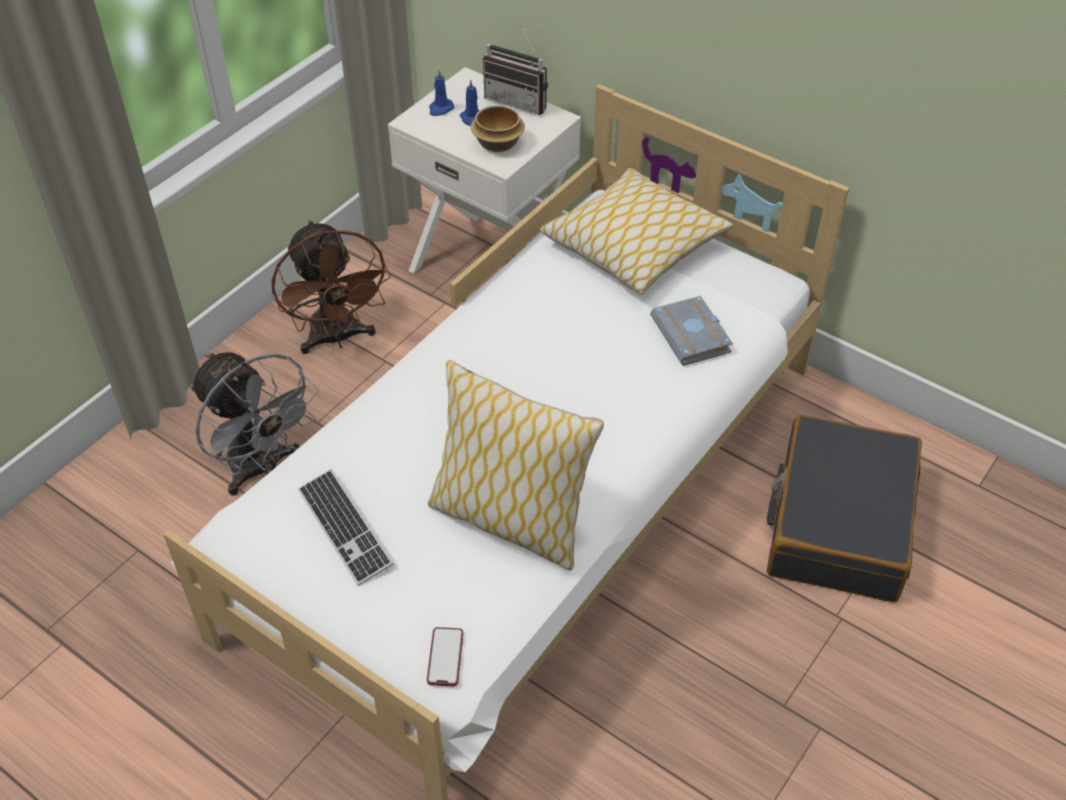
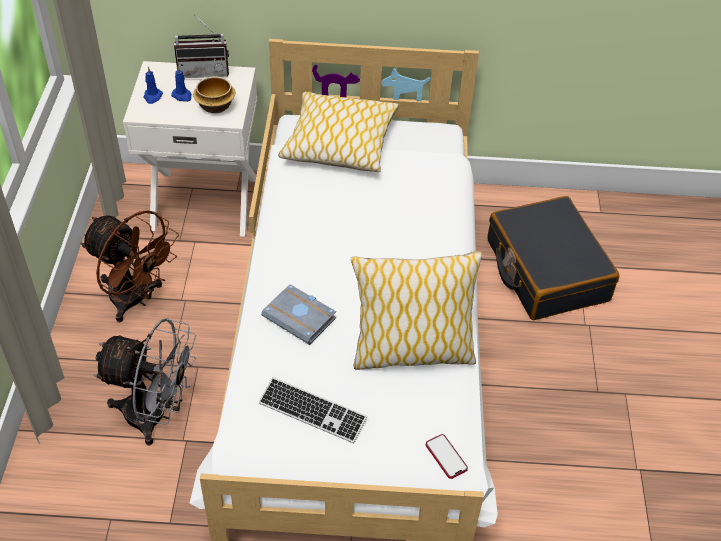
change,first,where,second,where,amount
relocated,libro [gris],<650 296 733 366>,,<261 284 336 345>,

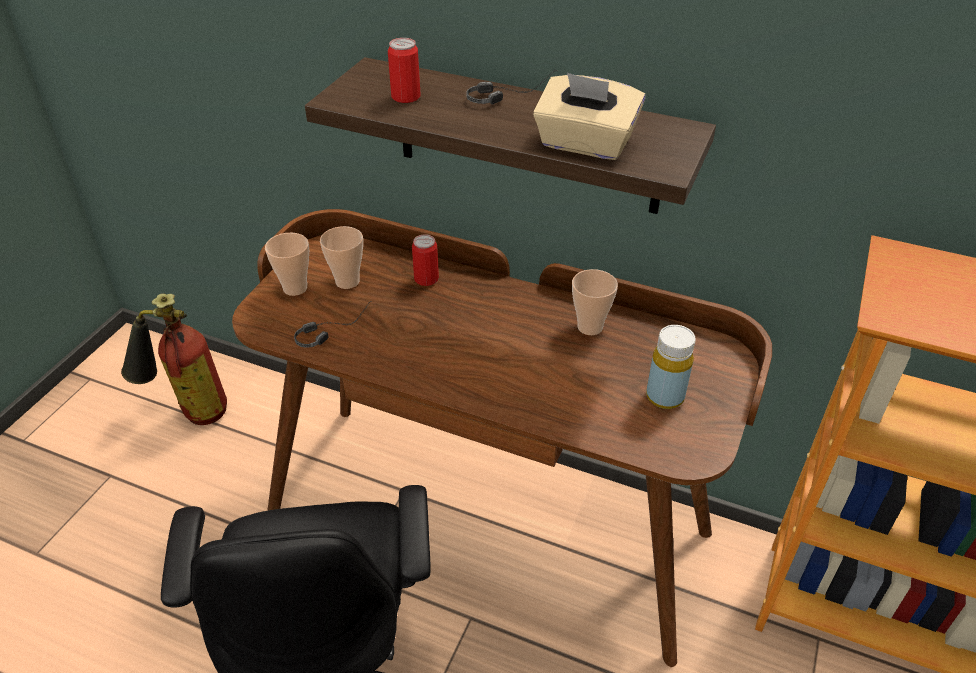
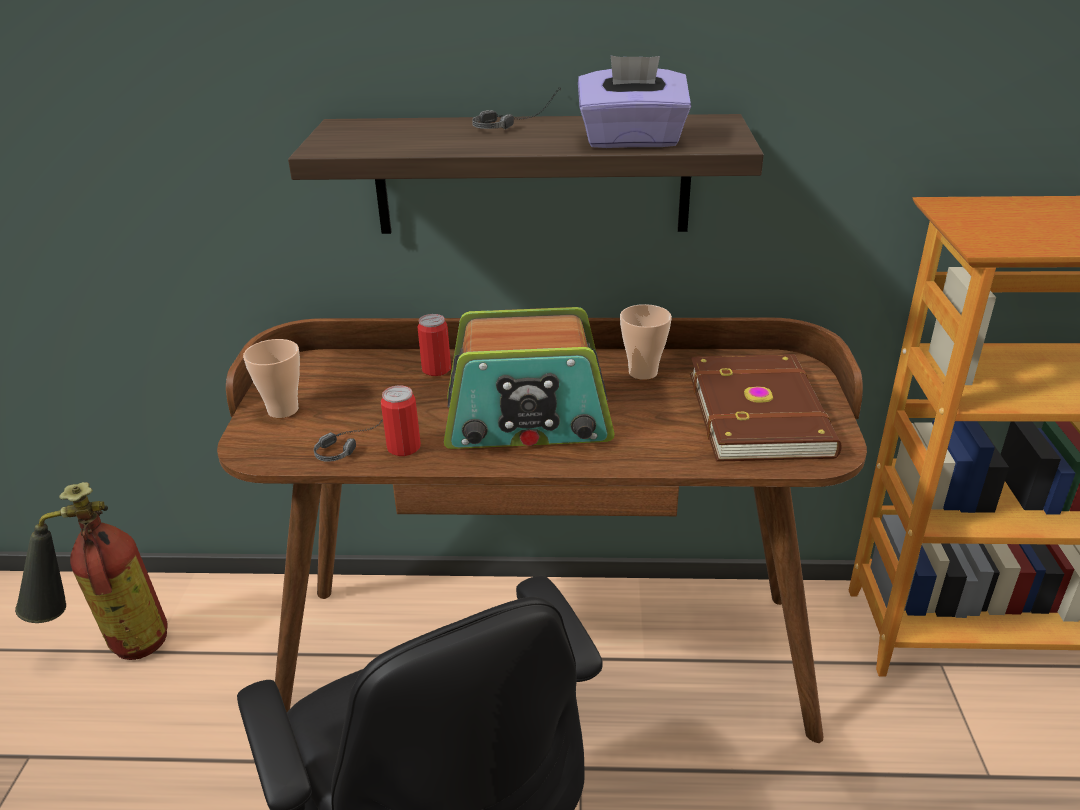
change,first,where,second,where,amount
missing,taza,<320 226 363 289>,,,
relocated,lata,<388 38 421 103>,,<381 385 421 456>,
colour,caja de pañuelos [beis],<533 73 645 160>,caja de pañuelos [morado],<578 56 691 148>,
exchanged,botella [amarillo],<646 325 696 409>,libro [marrón],<690 354 842 462>,
appeared,,,radio,<444 307 615 449>,

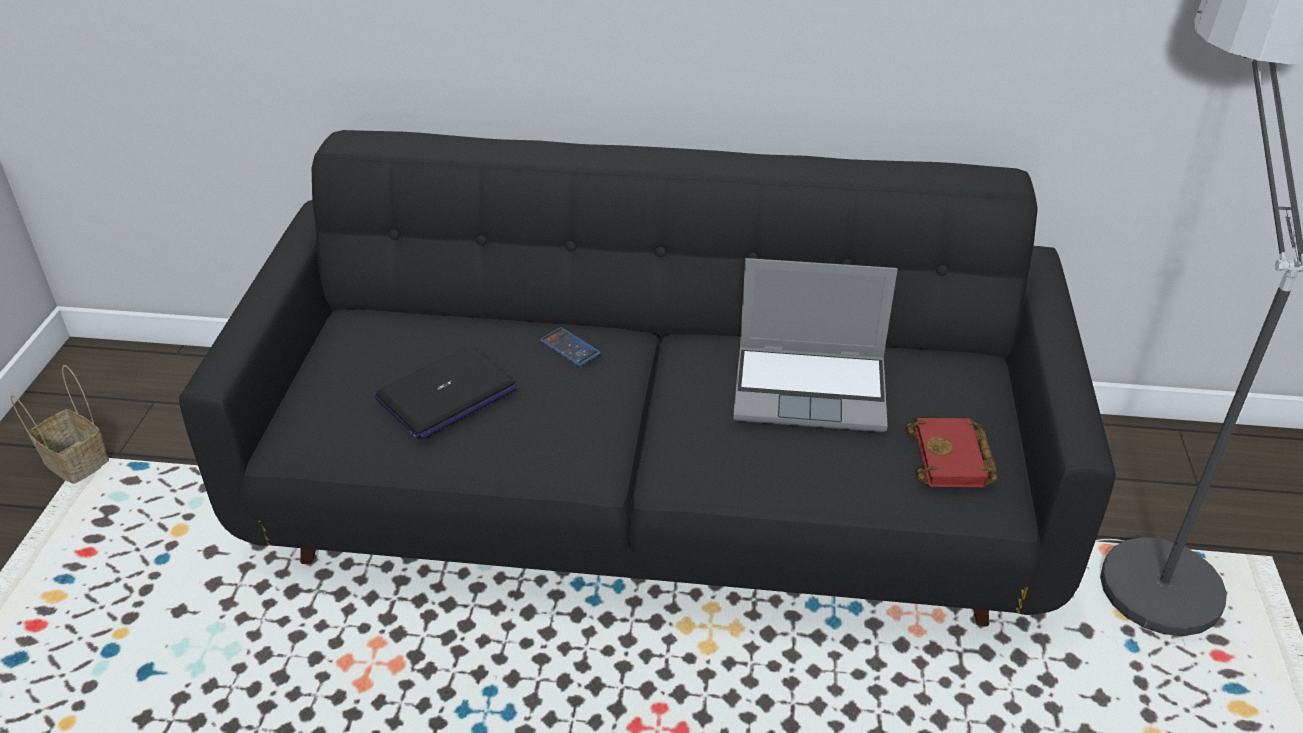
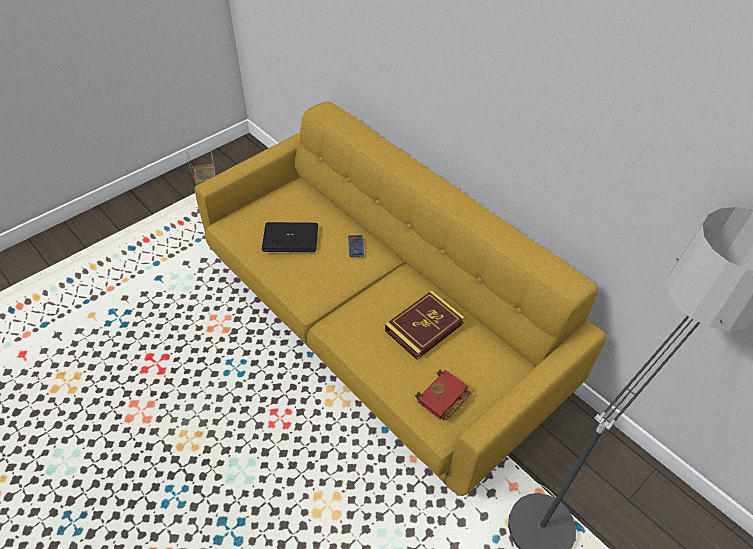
change,first,where,second,where,amount
colour,sofá [negro],<179 130 1116 627>,sofá [amarillo],<195 101 606 496>,
exchanged,portátil,<733 258 898 432>,libro,<385 291 465 360>,

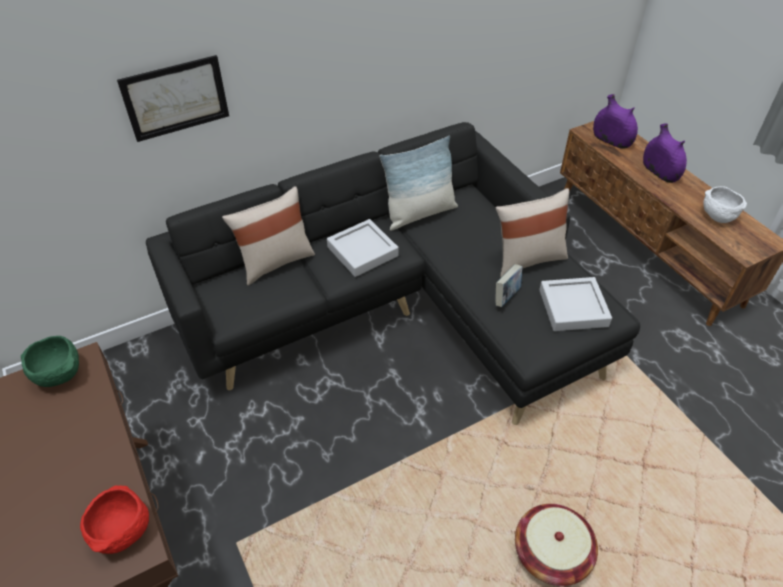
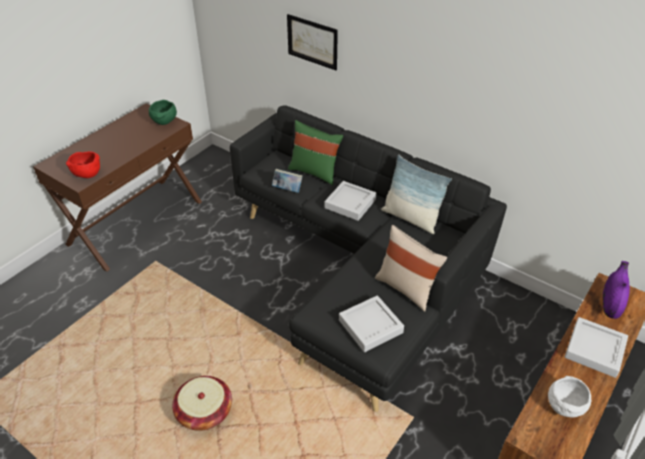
change,first,where,second,where,amount
colour,cojín [beis],<222 186 315 286>,cojín [verde],<288 120 343 185>,
relocated,libro,<495 264 523 307>,,<272 169 303 193>,
exchanged,florero [morado],<643 124 687 183>,bandeja [gris],<565 317 628 378>,

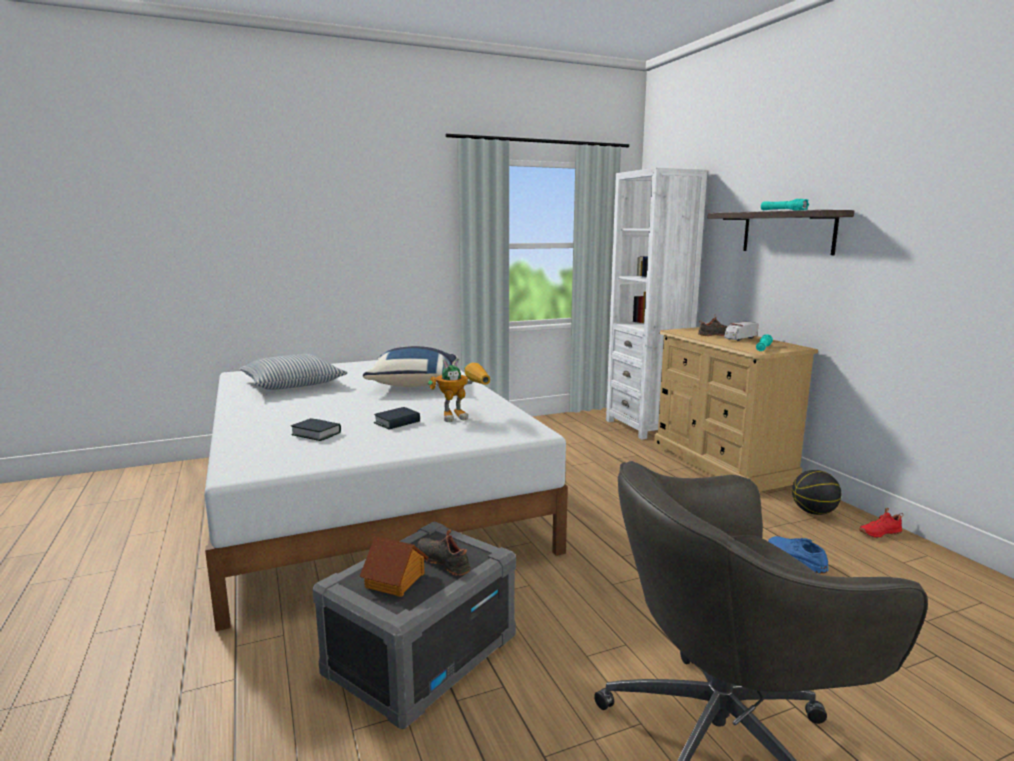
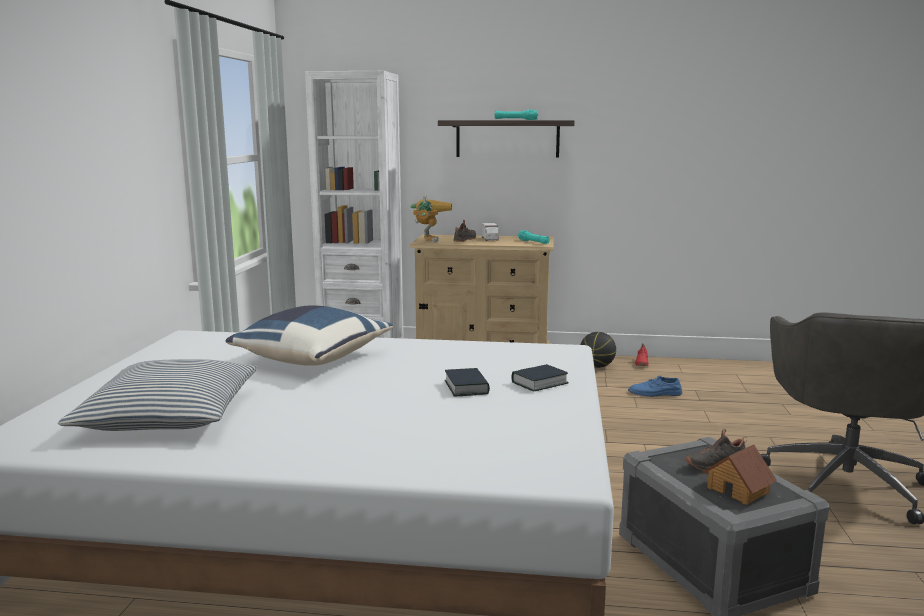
change,first,where,second,where,amount
relocated,libro,<291 418 341 441>,,<512 364 568 392>,
relocated,robot de juguete,<428 358 491 422>,,<410 195 452 243>,

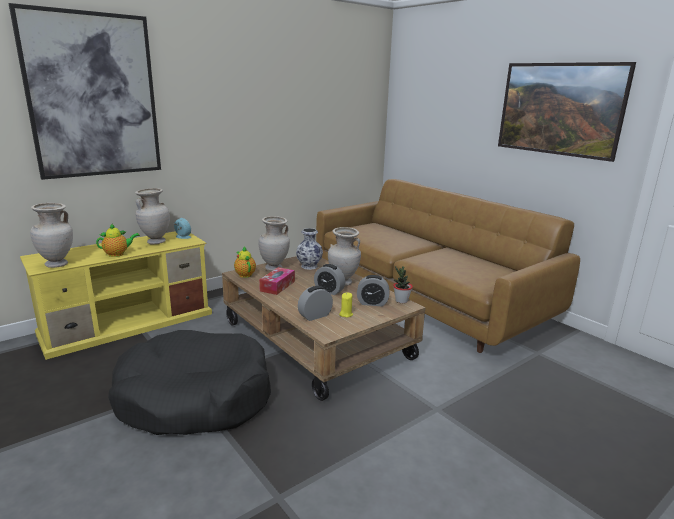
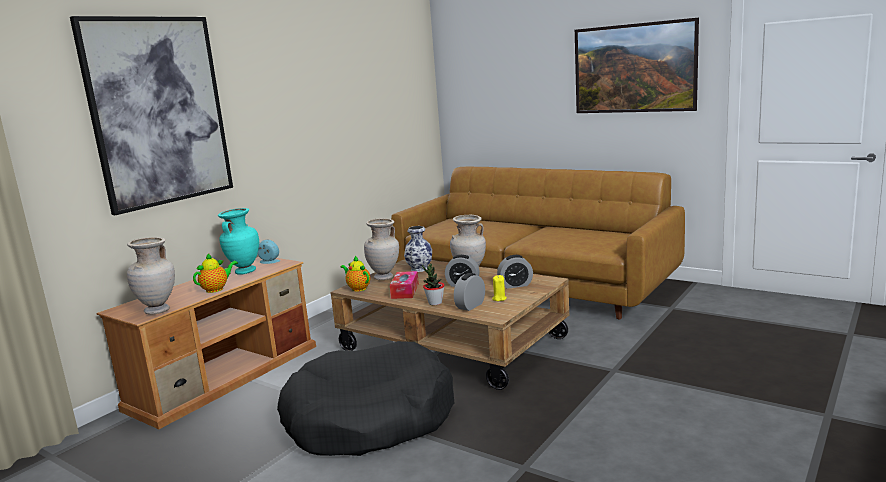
change,first,where,second,where,amount
colour,mueble de televisión [amarillo],<20 231 212 360>,mueble de televisión [marrón],<97 257 316 429>,
colour,florero [beis],<135 188 170 244>,florero [turquesa],<218 208 259 275>,
relocated,planta en maceta,<393 266 413 303>,,<422 264 445 305>,

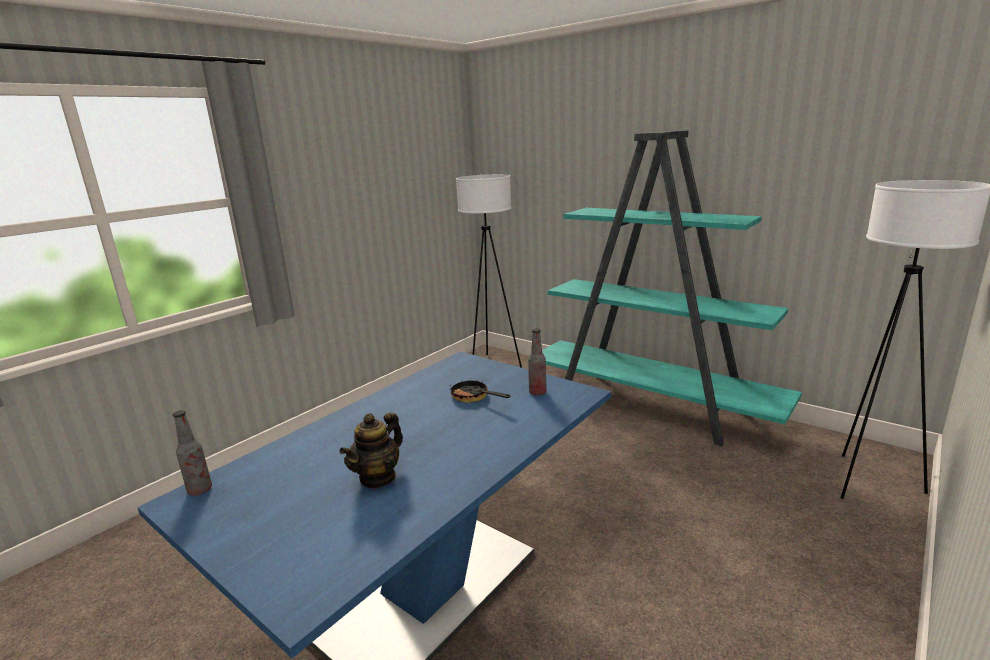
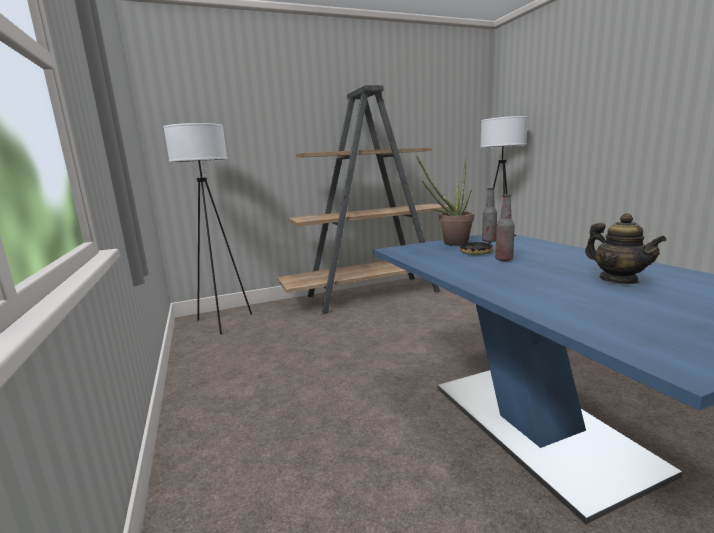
change,first,where,second,where,amount
relocated,botella,<173 410 212 496>,,<495 194 515 261>,
colour,estantería [turquesa],<542 130 802 446>,estantería [marrón],<277 85 450 314>,
appeared,,,planta en maceta,<416 154 474 246>,

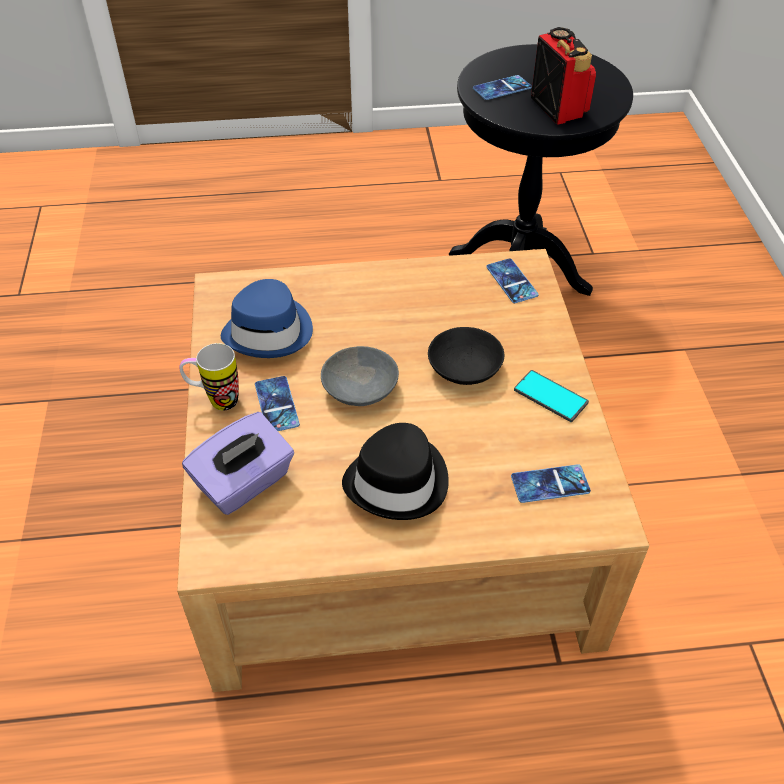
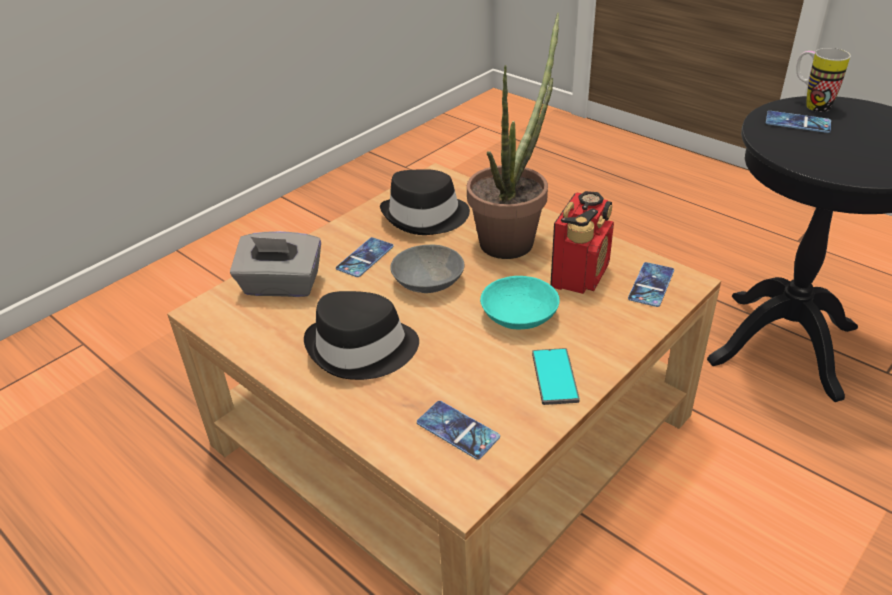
change,first,where,second,where,amount
relocated,taza grande,<180 343 239 411>,,<796 48 850 112>,
colour,caja de pañuelos [morado],<182 412 294 515>,caja de pañuelos [gris],<230 231 321 297>,
colour,sombrero [azul],<221 279 313 358>,sombrero [negro],<380 169 470 235>,
colour,cuenco [negro],<428 327 504 385>,cuenco [turquesa],<480 276 560 329>,
relocated,radio,<531 27 596 125>,,<550 191 614 294>,
appeared,,,planta en maceta,<467 13 559 259>,

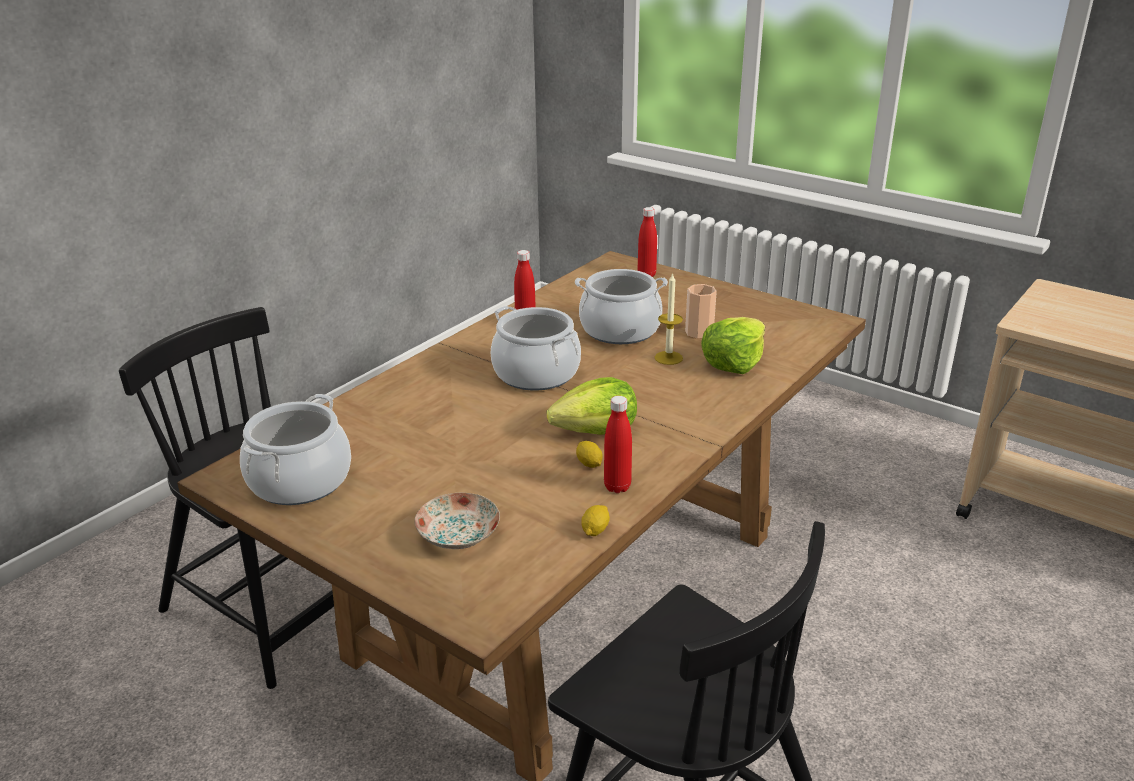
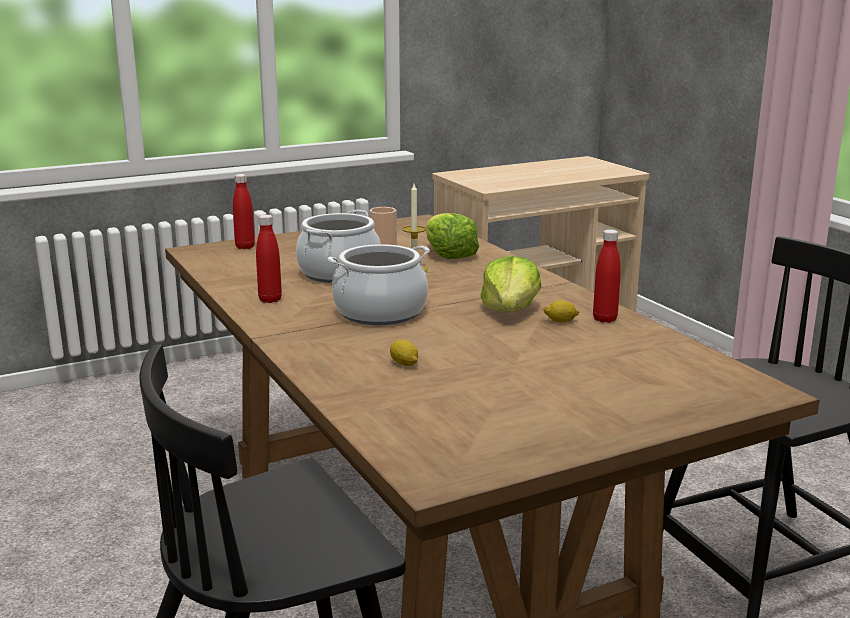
change,first,where,second,where,amount
missing,olla,<240 394 351 505>,,,
missing,plato,<414 492 500 549>,,,
relocated,limón,<581 505 610 536>,,<390 340 418 366>,

